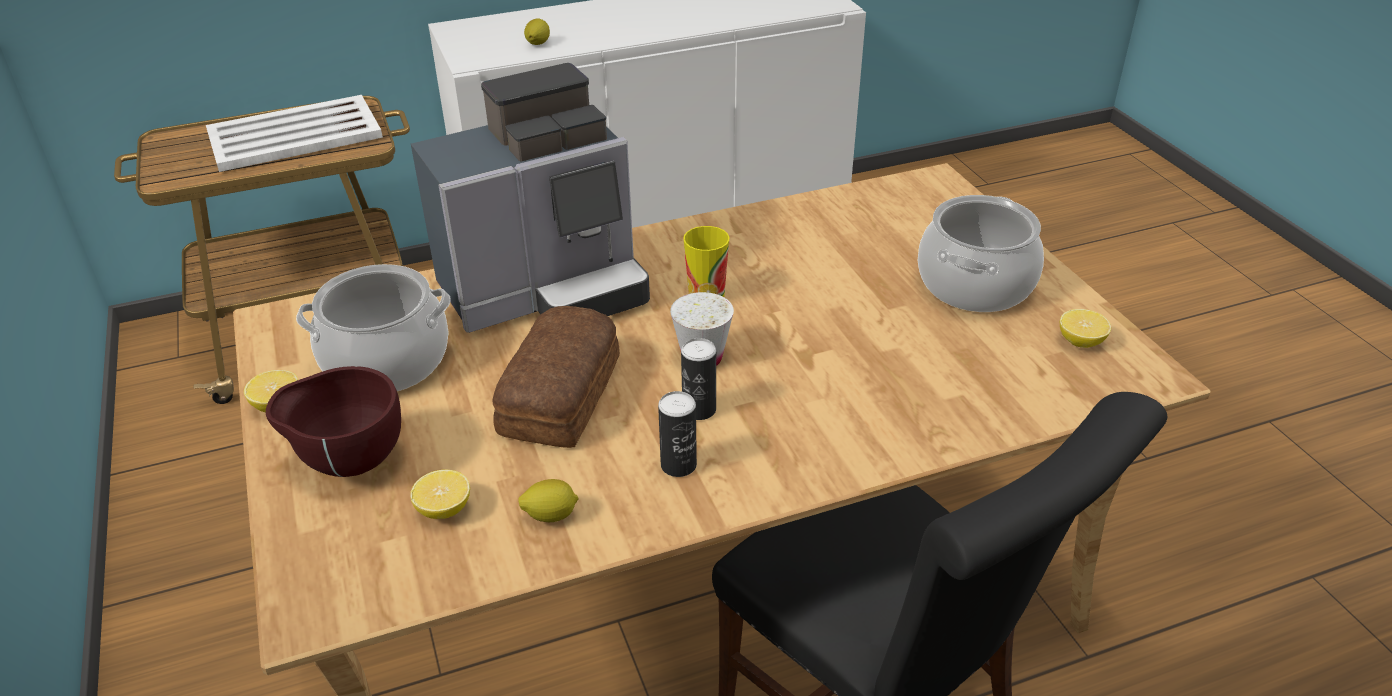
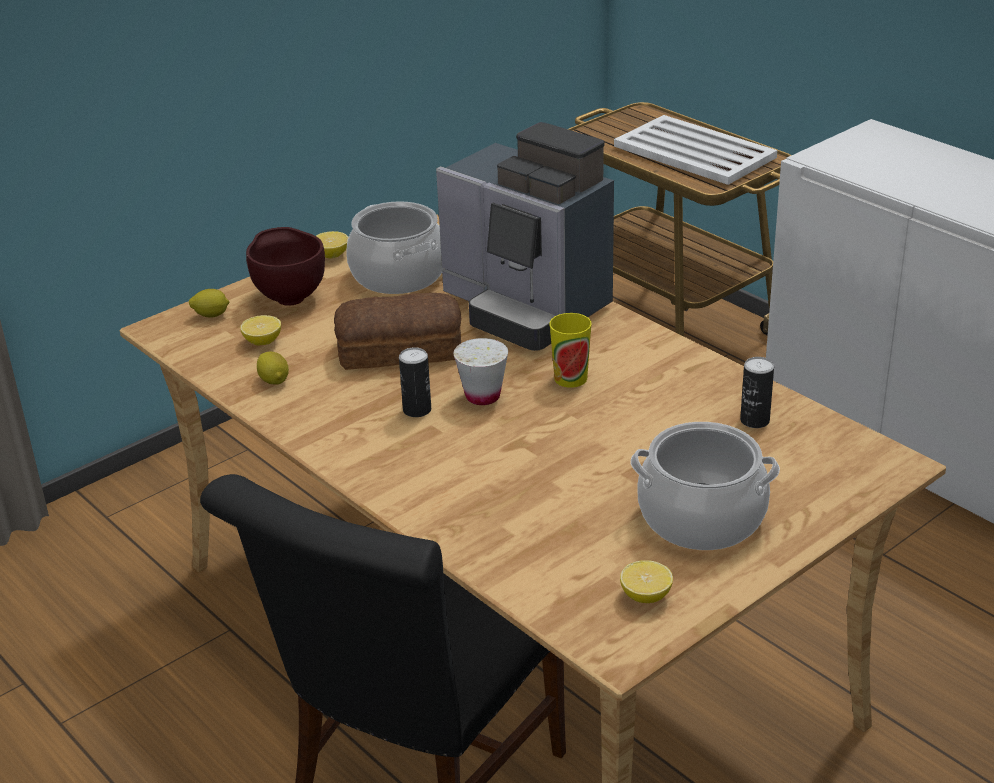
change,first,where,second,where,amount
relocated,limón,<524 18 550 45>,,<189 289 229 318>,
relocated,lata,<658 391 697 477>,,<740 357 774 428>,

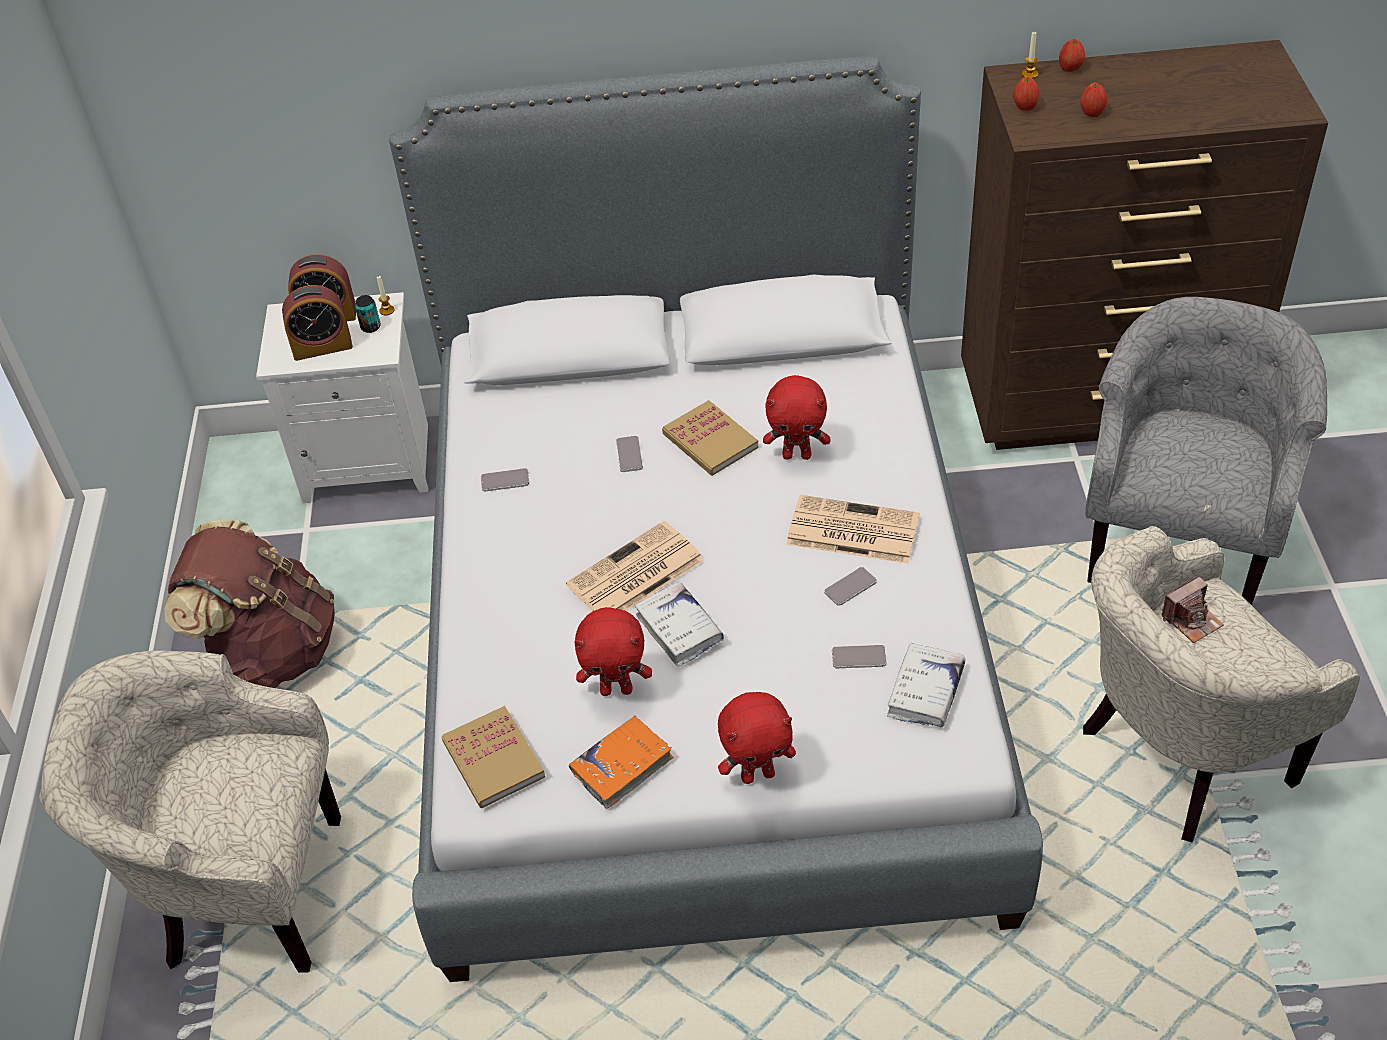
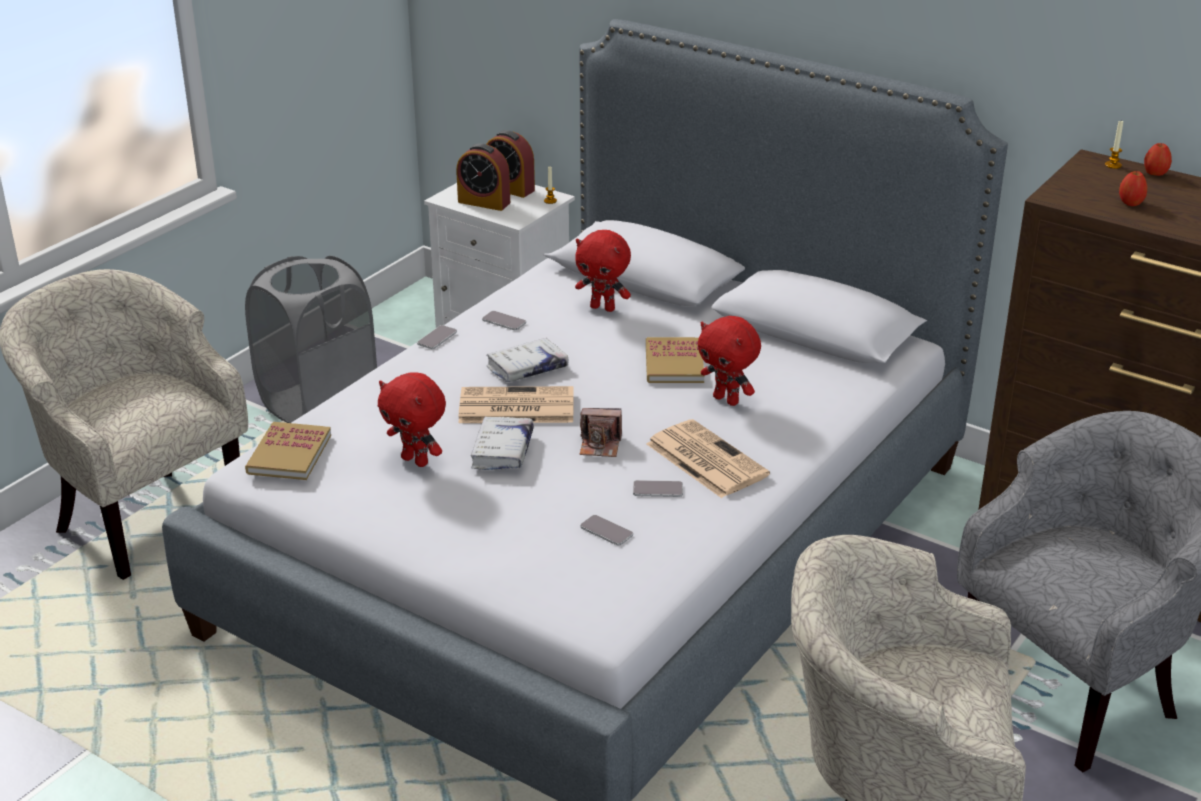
change,first,where,second,where,amount
exchanged,mochila [marrón],<164 520 335 688>,cesto de la ropa [gris],<245 256 377 423>,
missing,lata,<355 295 381 333>,,,
missing,libro [naranja],<569 715 673 809>,,,
relocated,móvil,<616 436 643 472>,,<417 325 457 349>,
relocated,peluche [rojo],<718 692 796 784>,,<575 230 631 312>,
relocated,libro [blanco],<887 642 965 727>,,<486 338 569 382>,
missing,manzana,<1013 77 1039 111>,,,
relocated,cámara,<1161 575 1224 643>,,<580 408 622 457>,

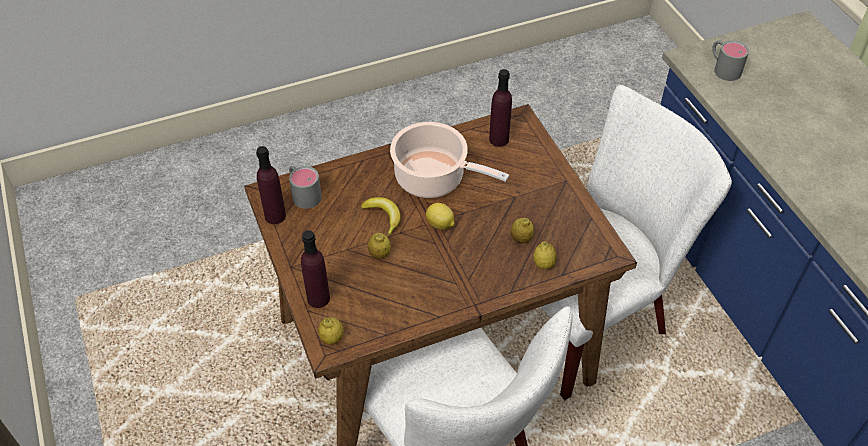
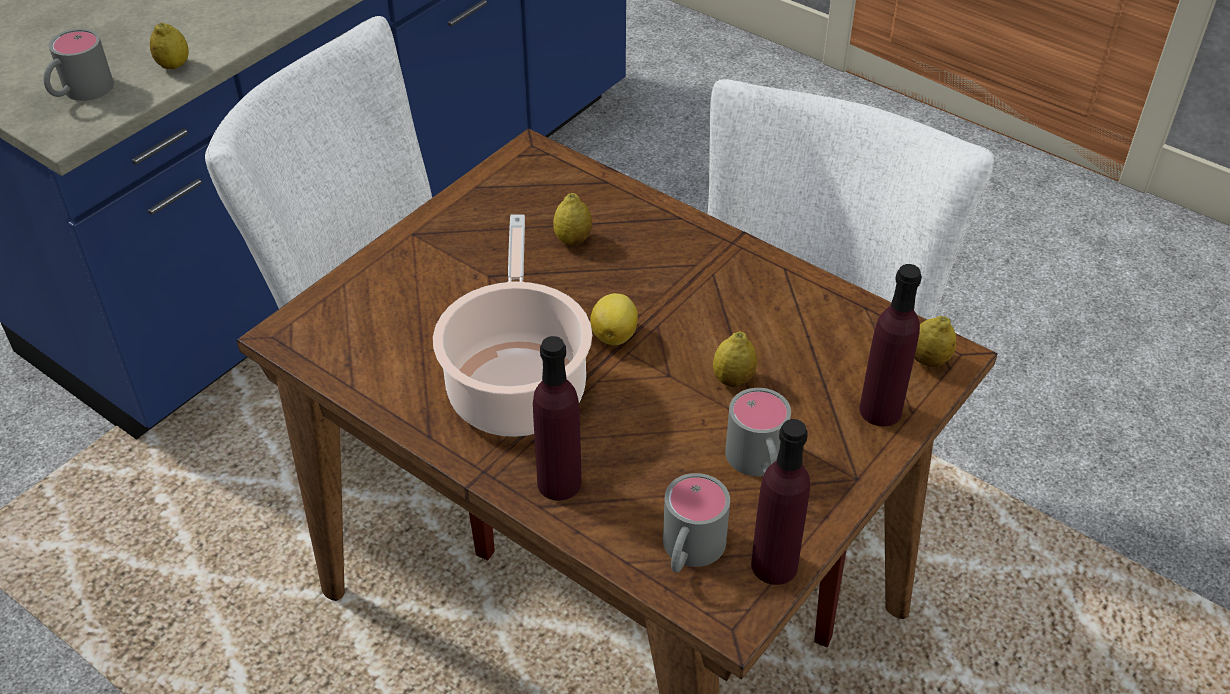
change,first,where,second,where,amount
missing,plátano,<361 197 401 237>,,,
relocated,botella [morado],<489 69 512 147>,,<533 336 581 501>,
relocated,limón,<533 242 557 269>,,<150 23 189 69>,
appeared,,,taza grande [gris],<725 388 791 476>,

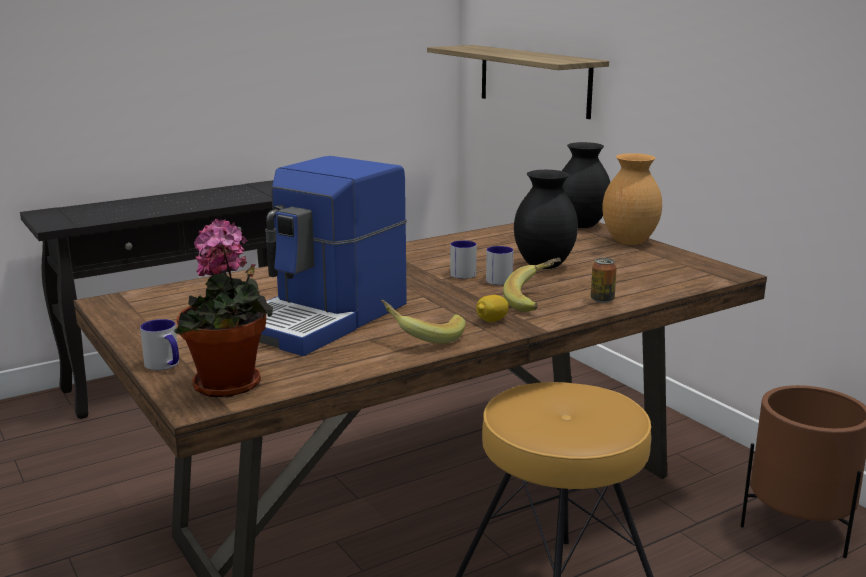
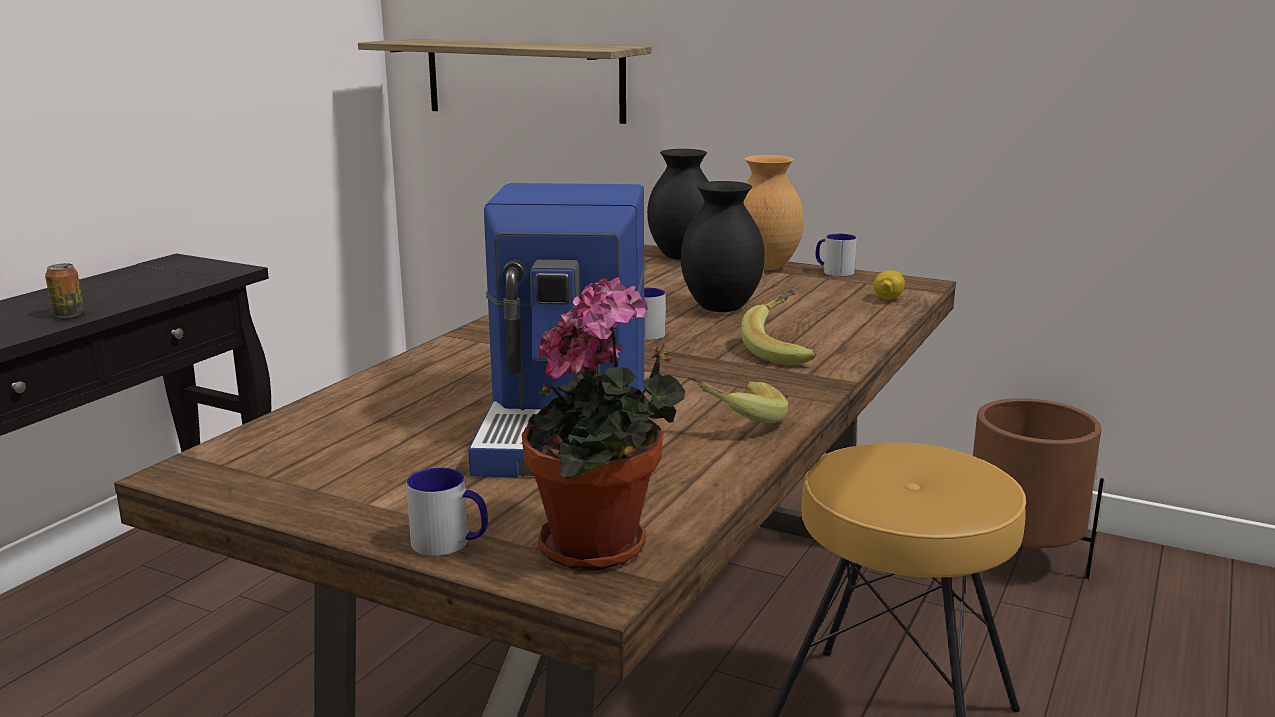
change,first,where,second,where,amount
relocated,limón,<476 295 509 322>,,<873 270 905 300>,
relocated,taza grande,<486 246 513 285>,,<816 234 857 277>,
relocated,lata,<591 258 617 303>,,<45 263 84 318>,

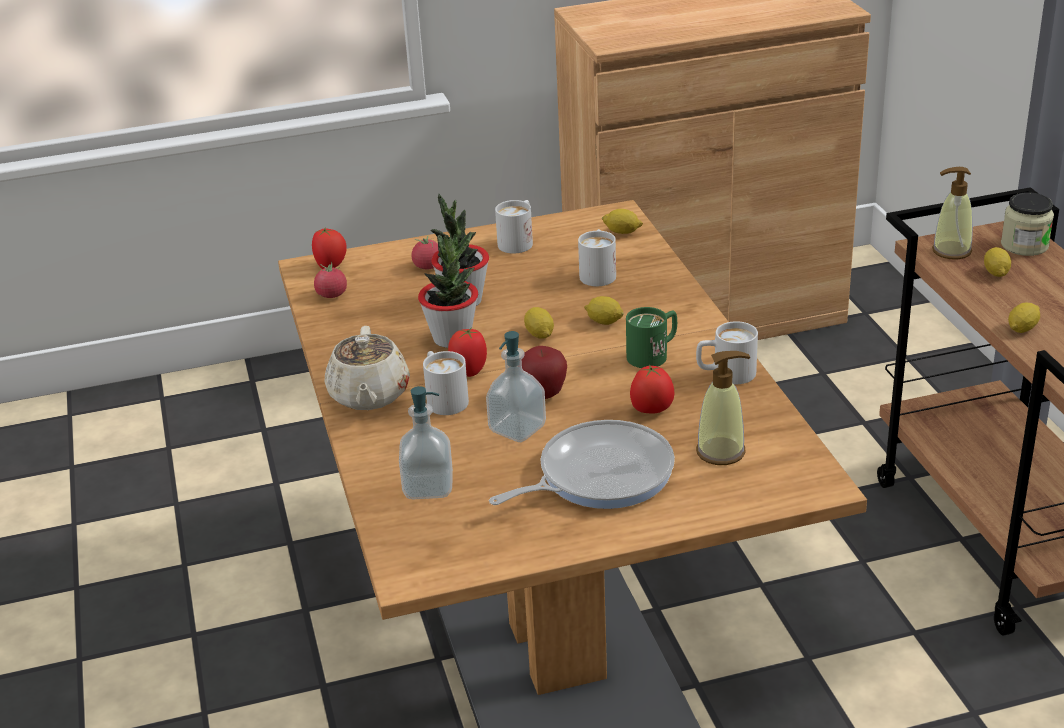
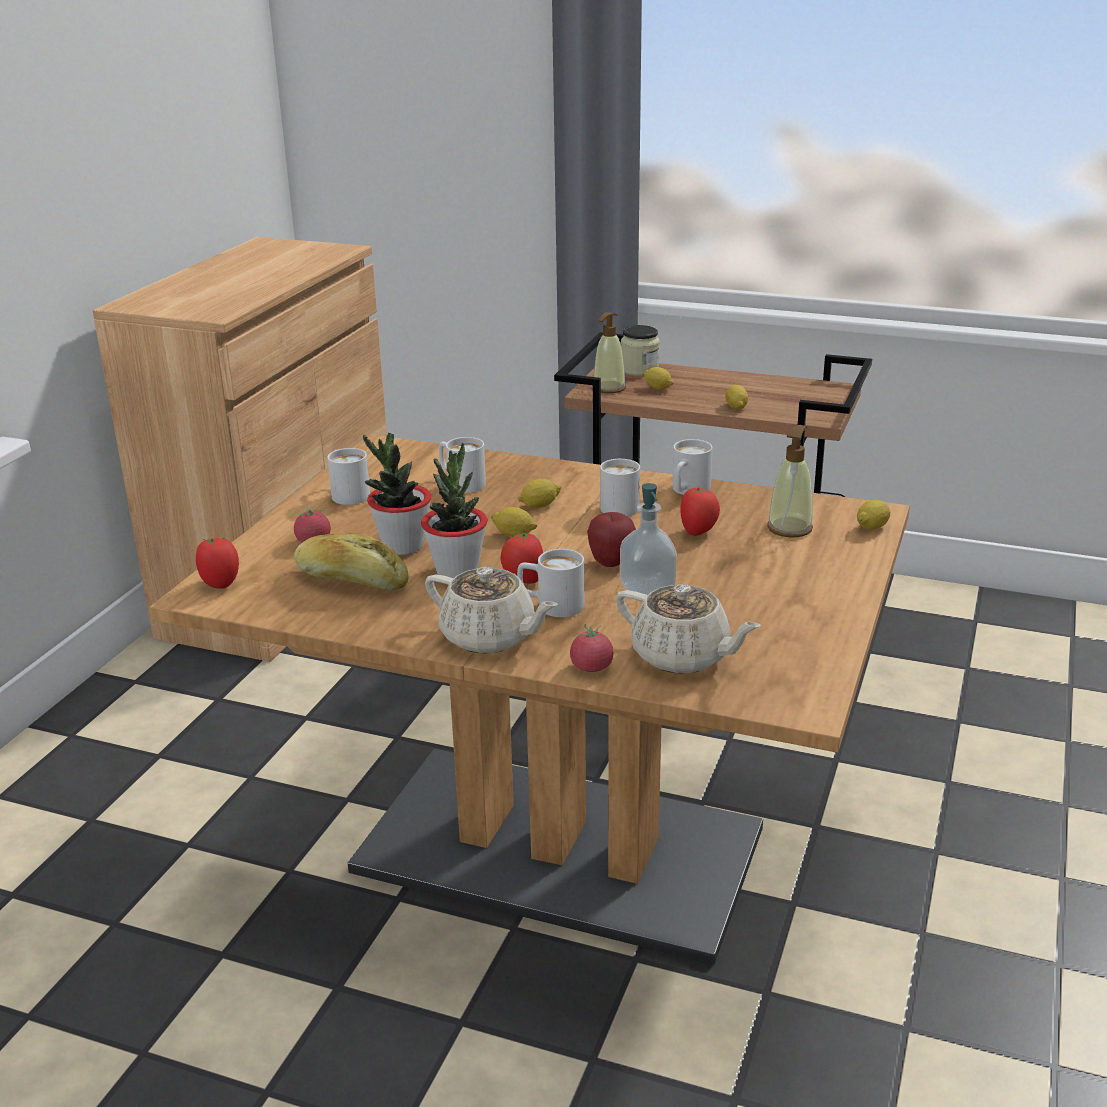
change,first,where,second,where,amount
relocated,tomate,<314 261 347 298>,,<570 624 614 672>,
exchanged,dispensador de jabón,<399 386 453 499>,tetera [beis],<616 584 761 673>,
missing,sartén,<489 420 675 509>,,,
relocated,limón,<602 209 643 234>,,<857 500 890 530>,
colour,taza grande [verde],<626 307 677 368>,taza grande [blanco],<600 458 640 517>,
appeared,,,pan,<294 533 409 590>,

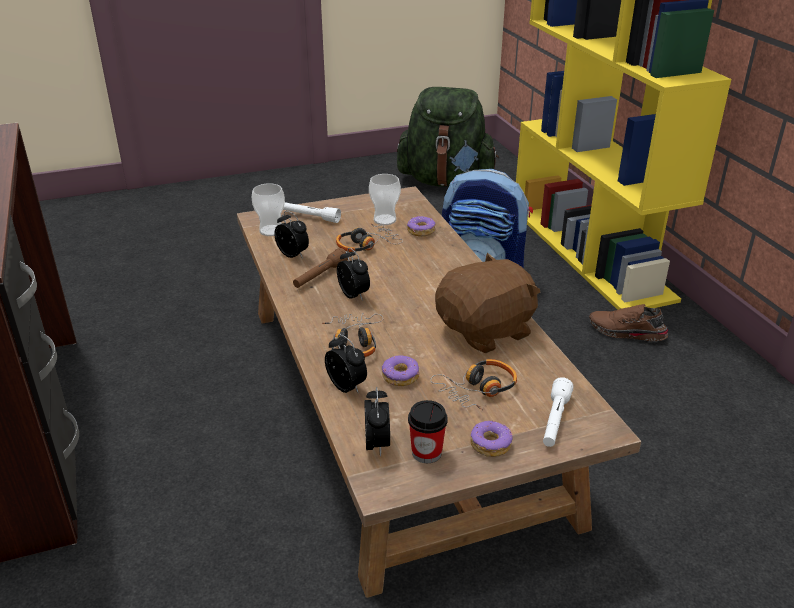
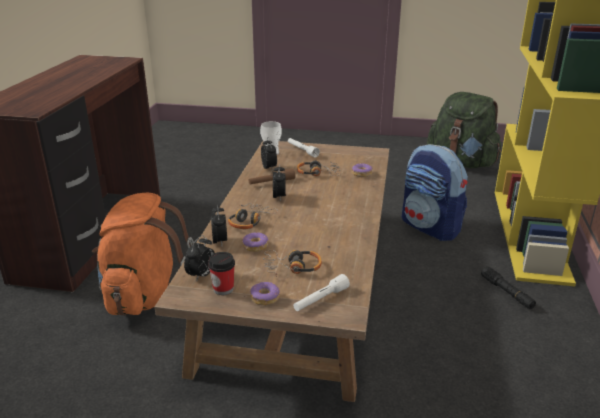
change,first,where,second,where,amount
missing,taza,<369 174 401 225>,,,
missing,peluche [marrón],<435 253 541 354>,,,
exchanged,zapato [marrón],<589 304 668 341>,linterna [negro],<481 266 536 309>,
appeared,,,mochila [naranja],<92 192 194 316>,

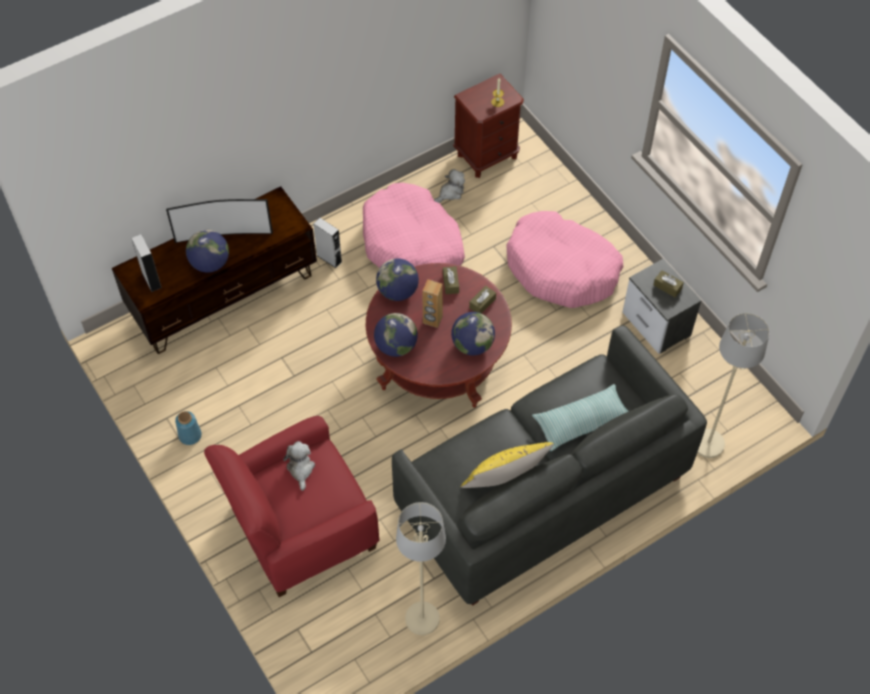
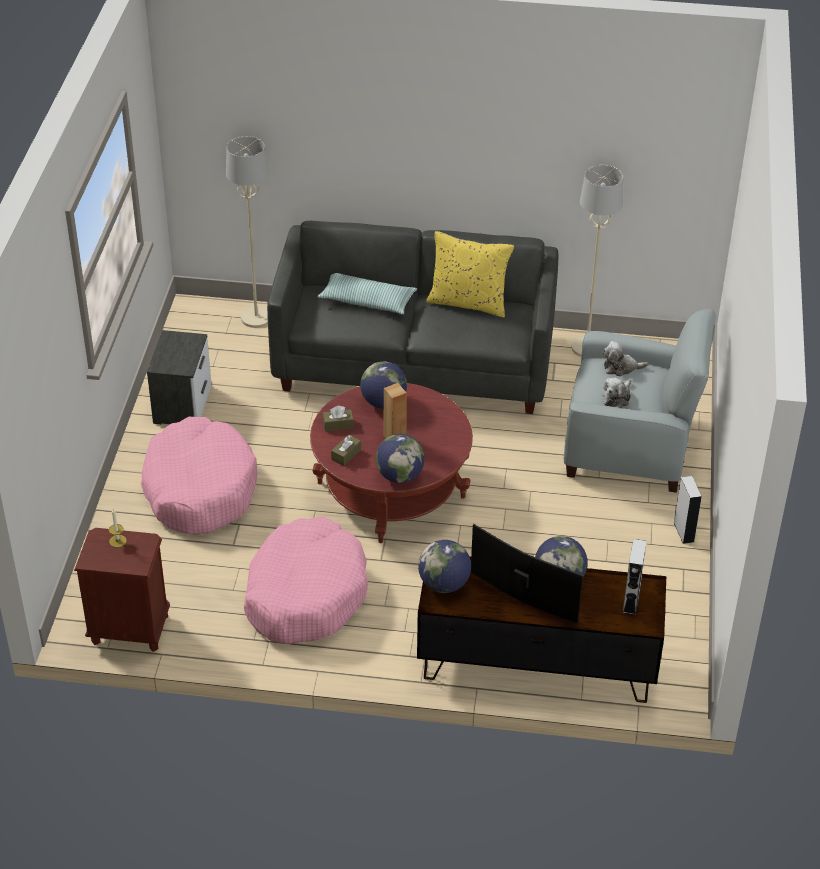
change,first,where,second,where,amount
missing,florero [azul],<175 411 202 445>,,,
colour,sillón [rojo],<204 416 380 597>,sillón [gris],<564 309 716 493>,
relocated,altavoz [gris],<313 218 342 268>,,<674 476 702 544>,
relocated,globo terráqueo,<374 313 418 357>,,<418 540 471 593>,
relocated,peluche,<434 169 465 203>,,<603 341 648 376>,
missing,caja de pañuelos [marrón],<653 270 684 297>,,,

